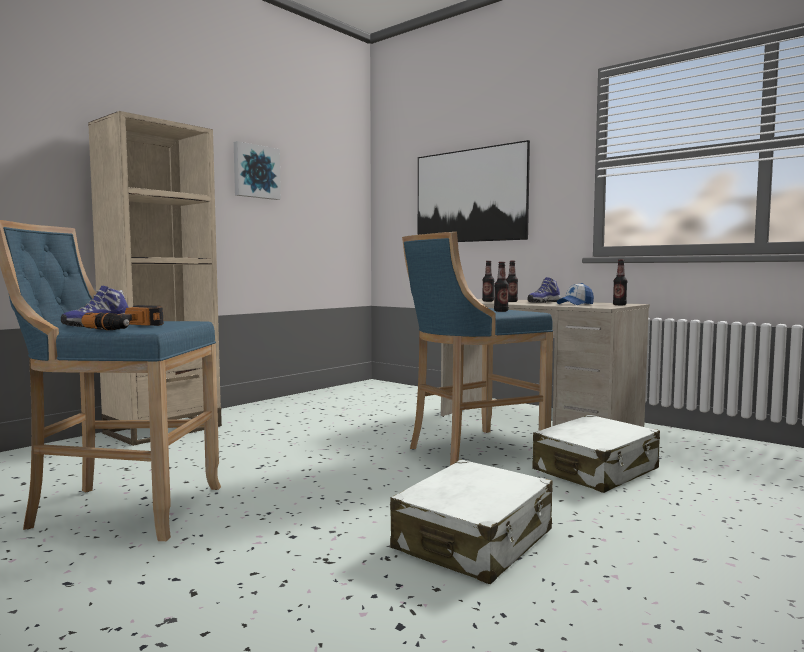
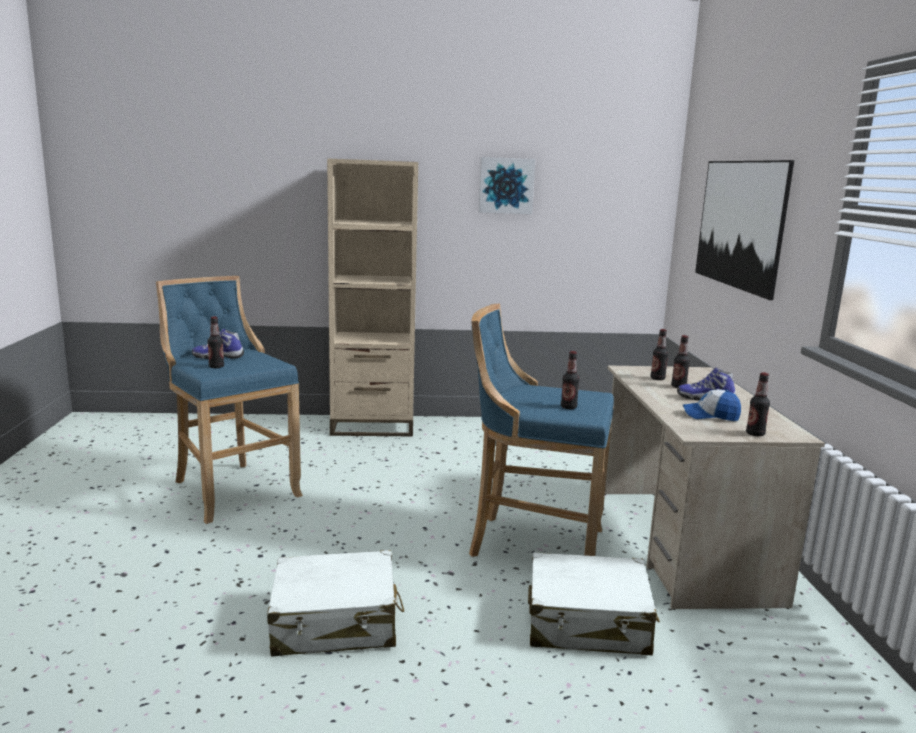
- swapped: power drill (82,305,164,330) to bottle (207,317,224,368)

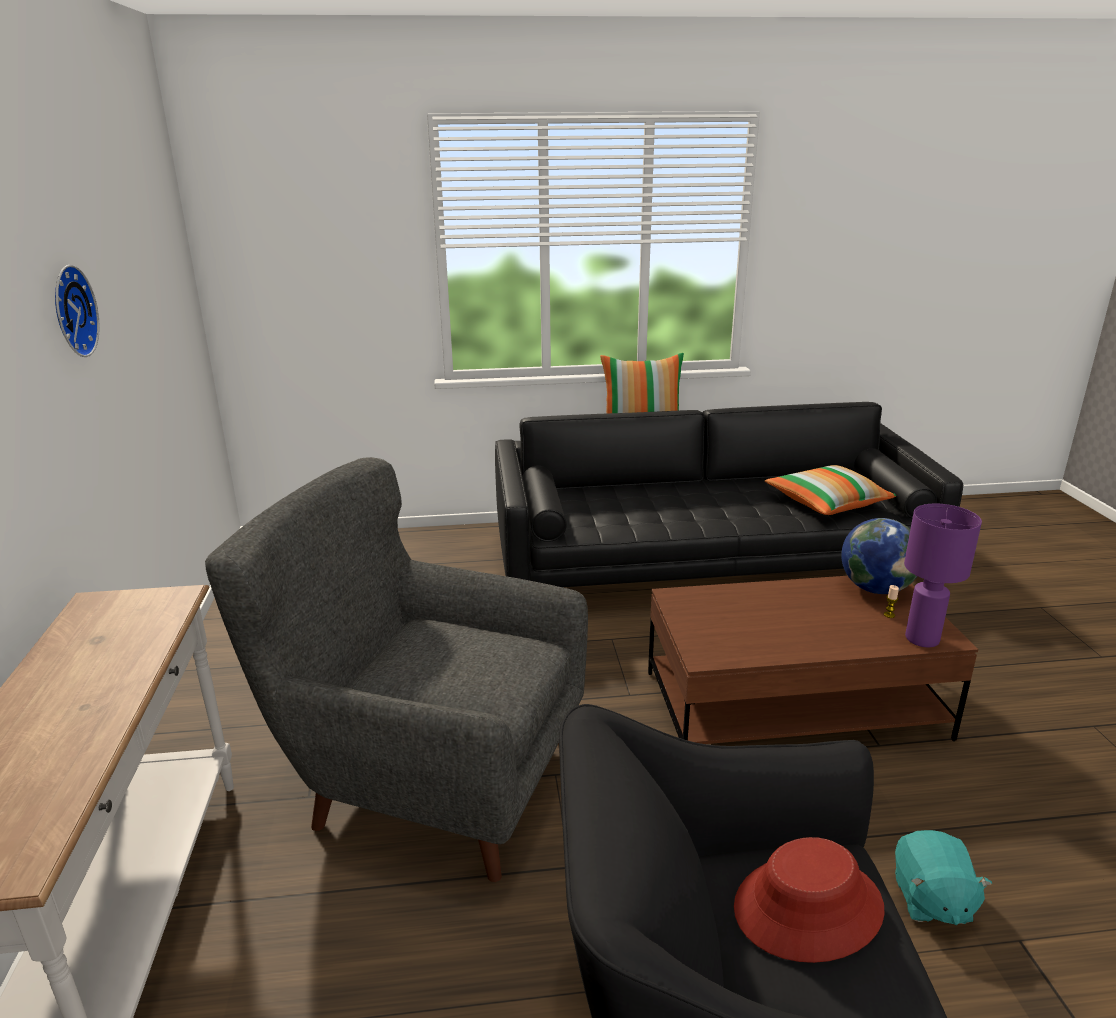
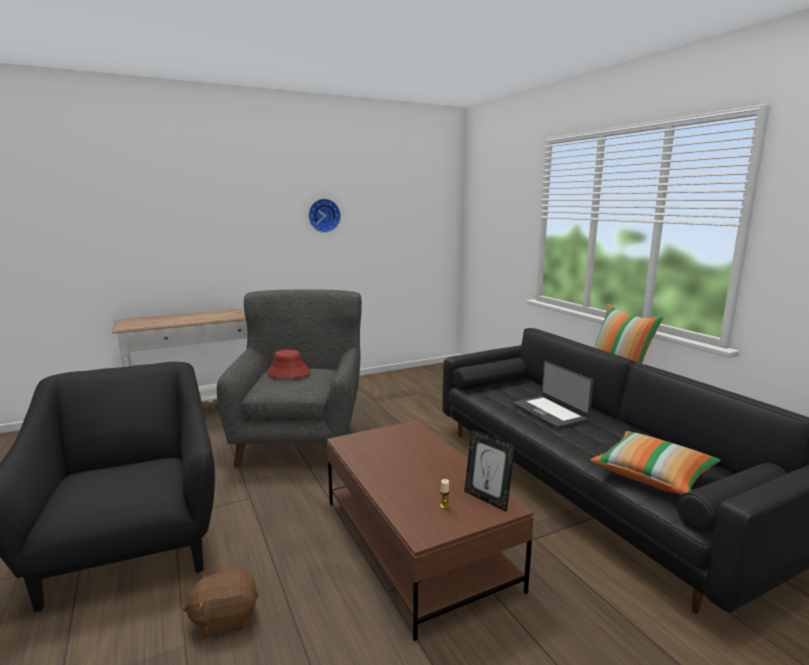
- gone: purple table lamp (904,504,982,647)
- new: laptop (512,361,594,428)
- shifted: red hat (734,837,885,963) to (267,350,310,378)
- swapped: globe (841,518,917,594) to picture frame (464,429,515,512)
- repainted: turquoise plush toy (895,830,992,925) to brown plush toy (183,568,259,638)

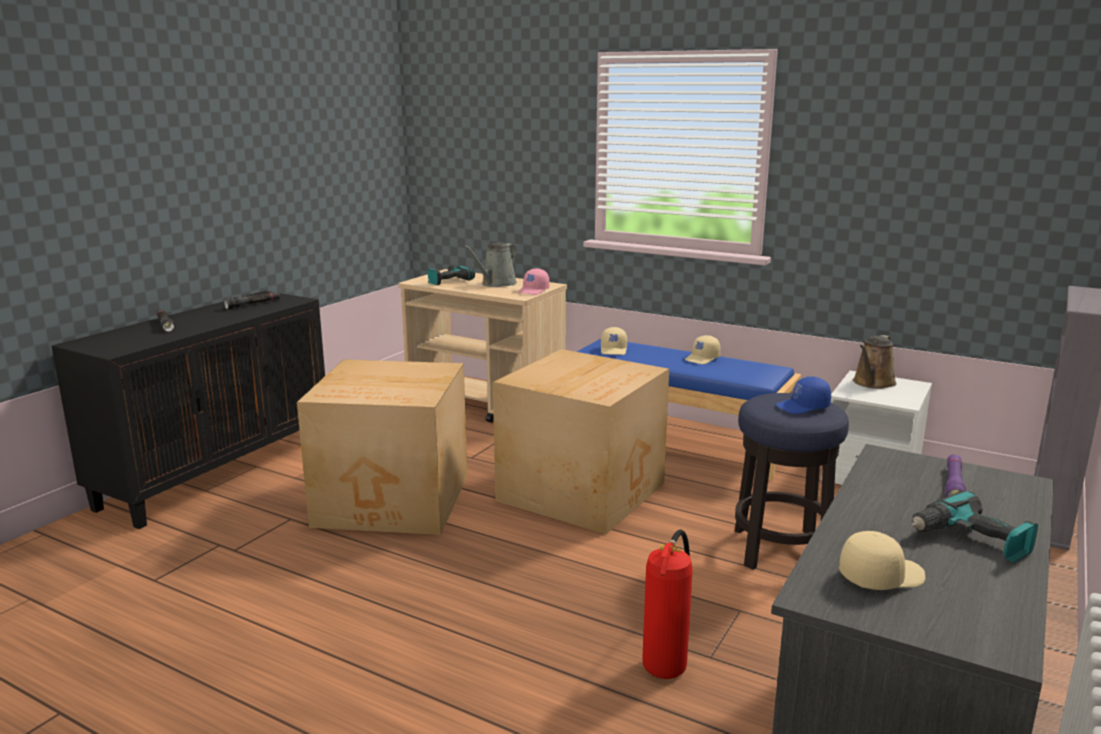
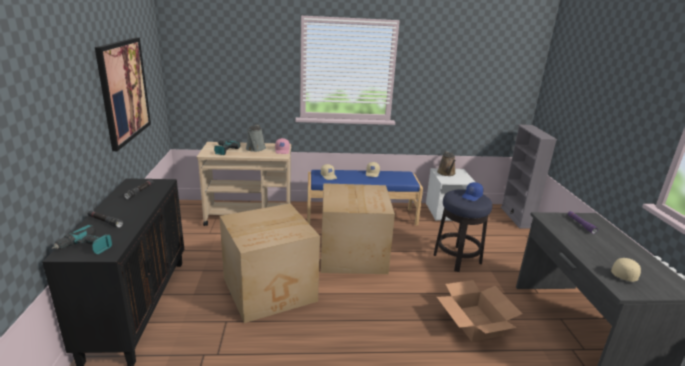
- new: picture (95,37,151,151)
- shifted: power drill (911,491,1038,563) to (51,225,112,254)
- swapped: fire extinguisher (642,530,693,679) to cardboard box (437,280,522,342)

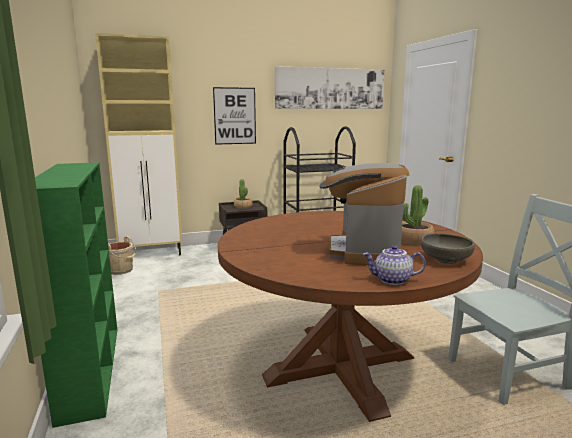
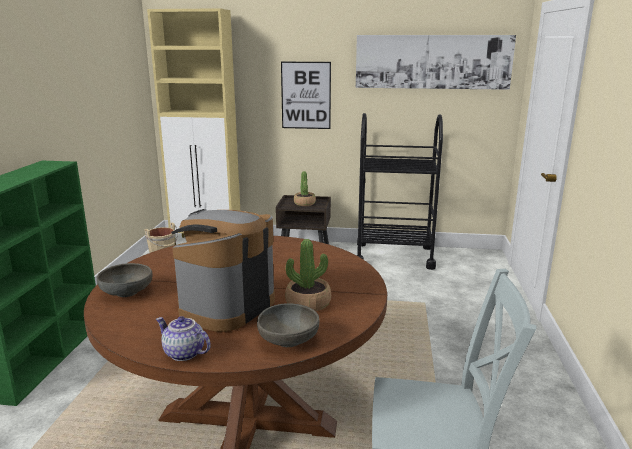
- new: grey bowl (96,263,152,297)

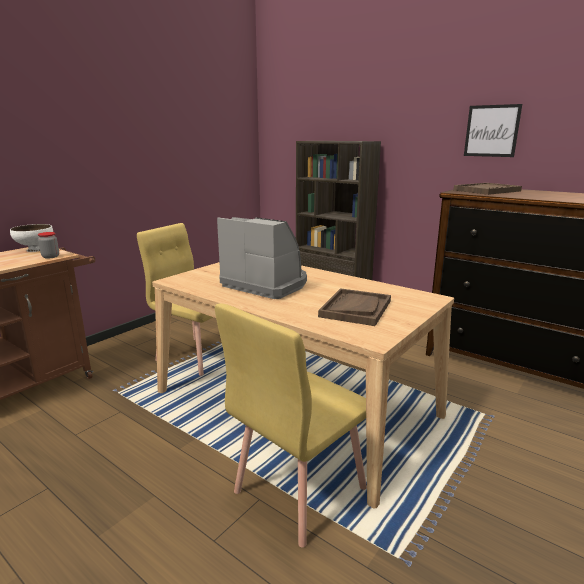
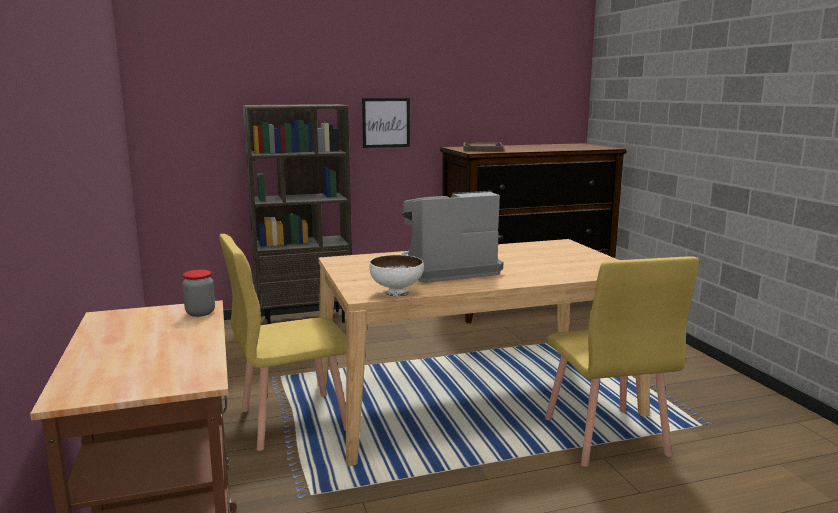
- gone: brown tray (318,288,391,326)
- shifted: white bowl (10,224,53,252) to (369,255,424,297)
- shifted: picture (464,104,522,157) to (362,98,410,148)

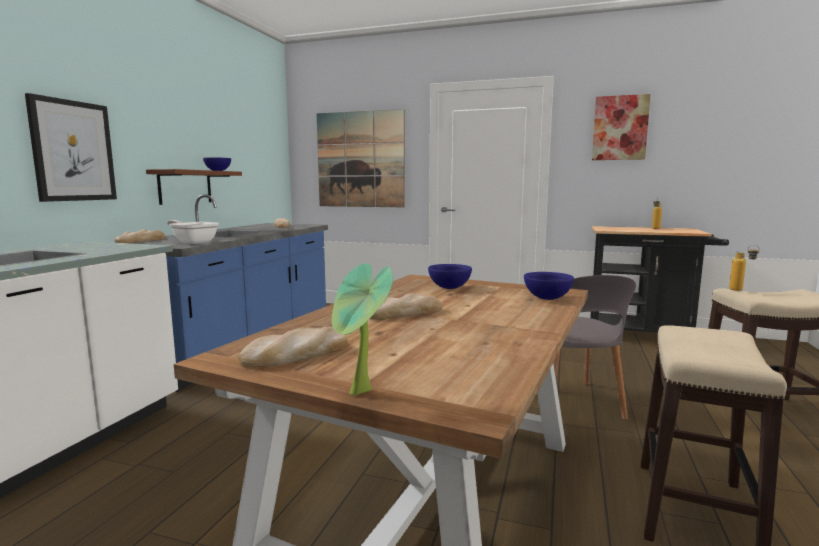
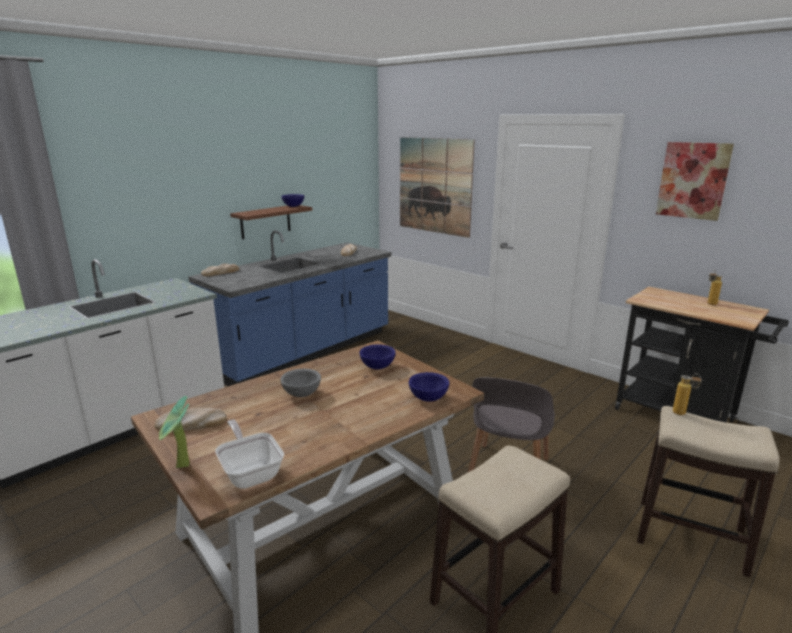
- gone: picture (25,93,117,202)
- shifted: frying pan (167,220,219,244) to (215,419,284,489)
- swapped: bread (370,293,442,320) to grey bowl (280,369,321,397)

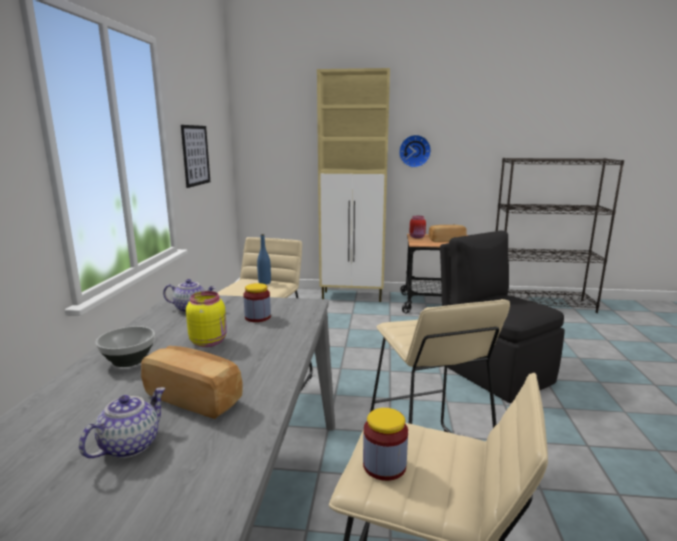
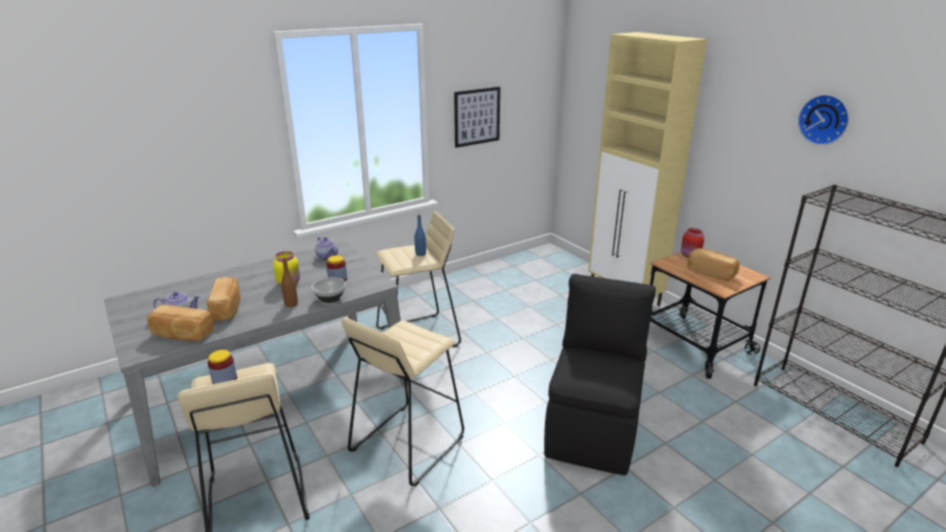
- new: bread (147,304,214,341)
- new: brown bottle (281,258,298,307)
- shifted: bowl (96,326,155,367) to (312,278,346,303)
- shifted: wall clock (399,135,431,168) to (798,94,849,145)

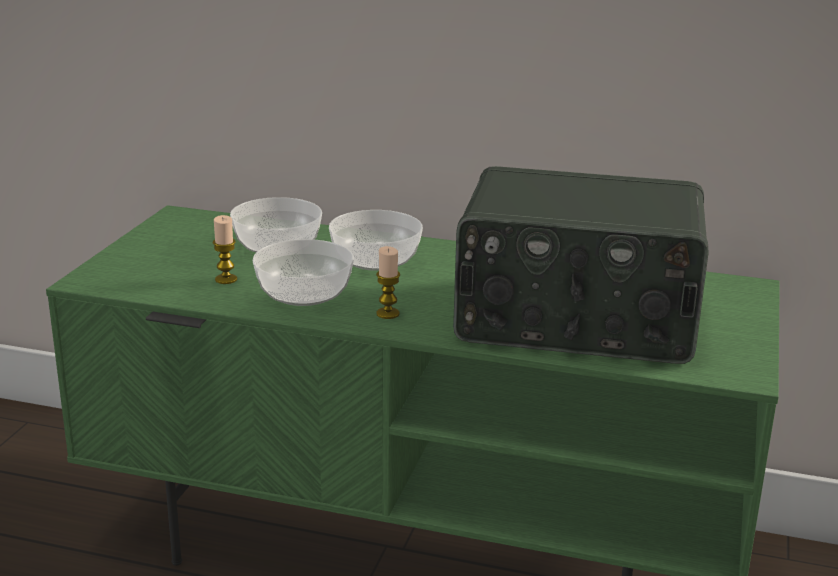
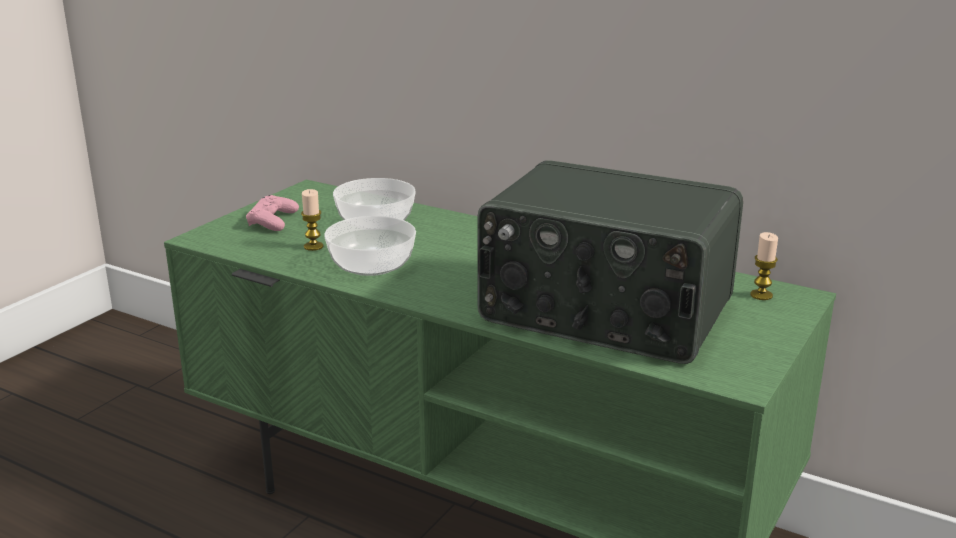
- gone: bowl (329,210,423,271)
- new: pink game controller (246,195,299,231)
- shifted: candle (376,246,400,319) to (750,232,778,300)

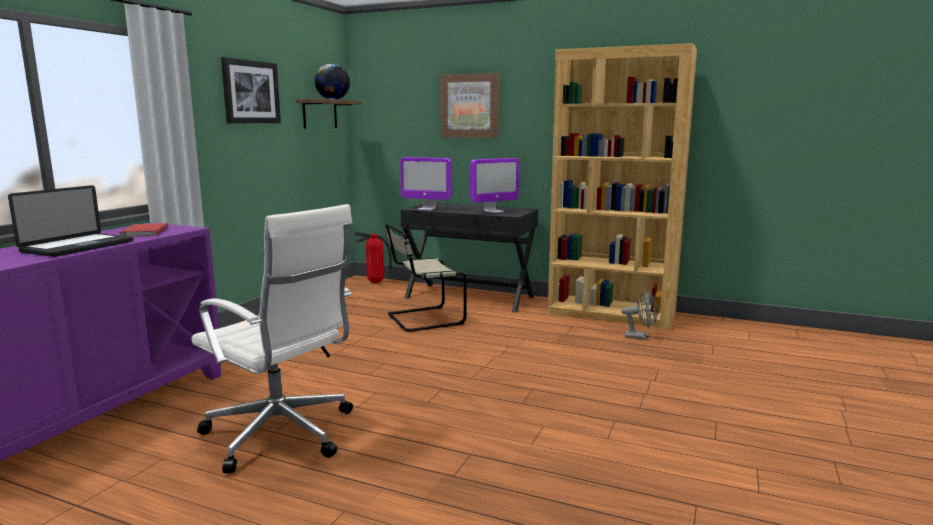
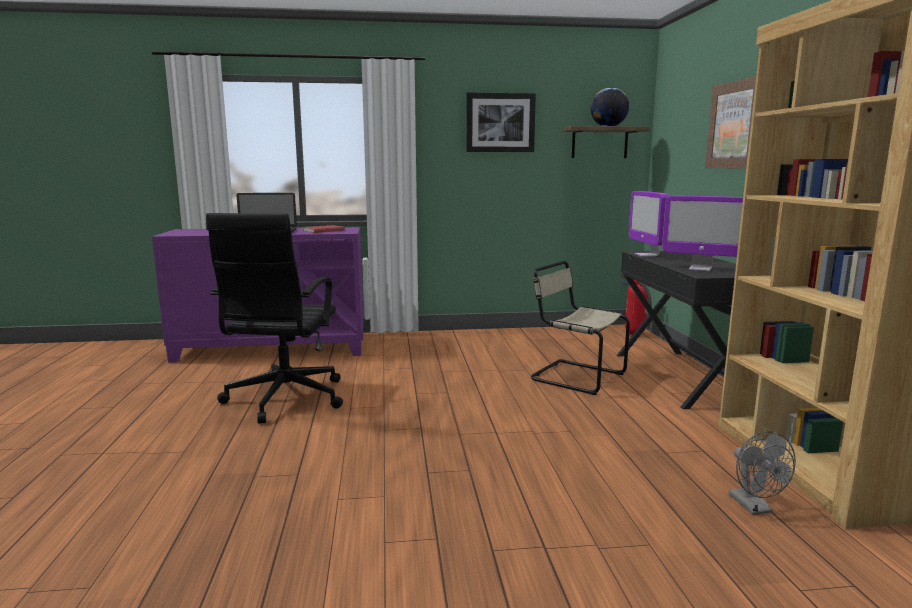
- repainted: white office chair (192,204,353,473) to black office chair (206,213,343,424)

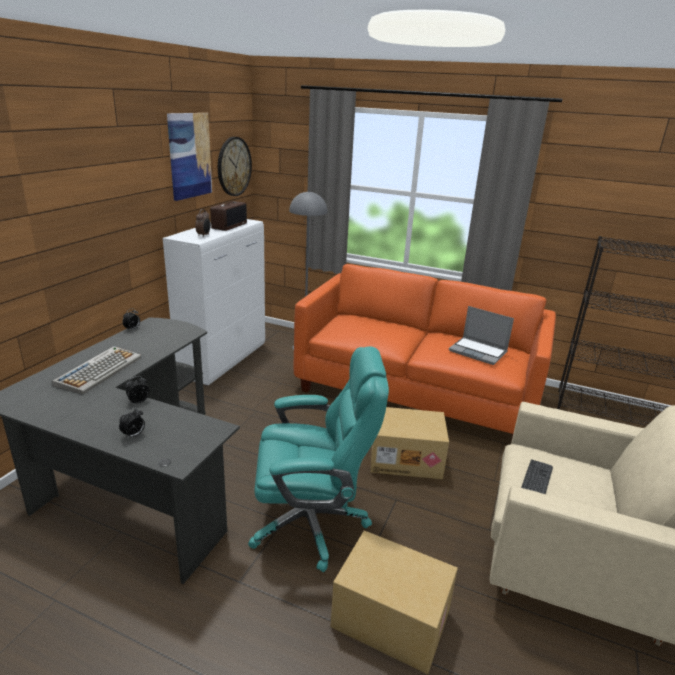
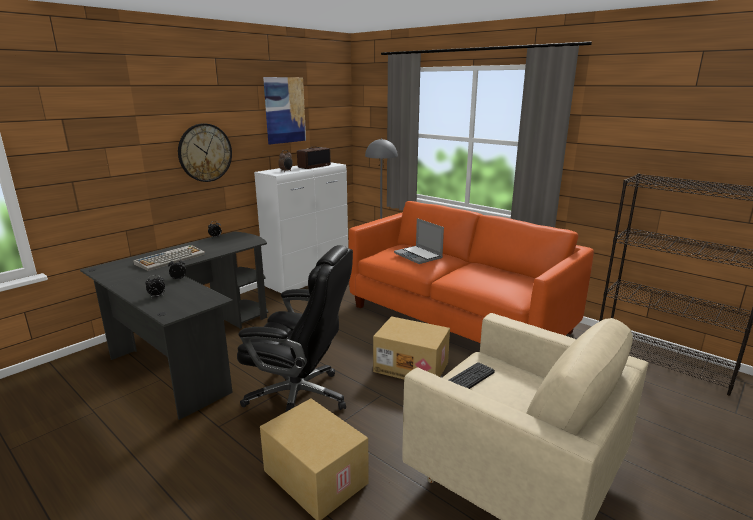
- shifted: wall clock (218,137,252,196) to (178,123,232,182)
- shifted: laptop (449,306,514,365) to (394,218,444,264)
- repainted: turquoise office chair (248,346,389,572) to black office chair (237,245,353,412)

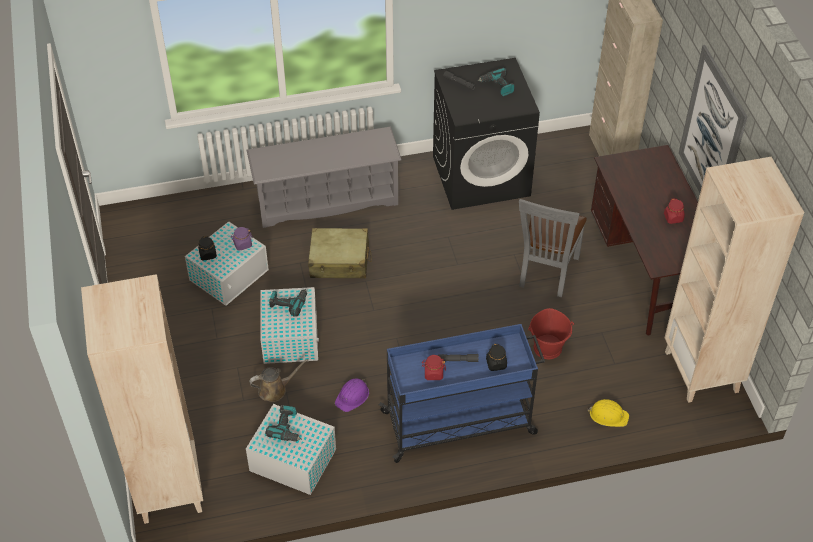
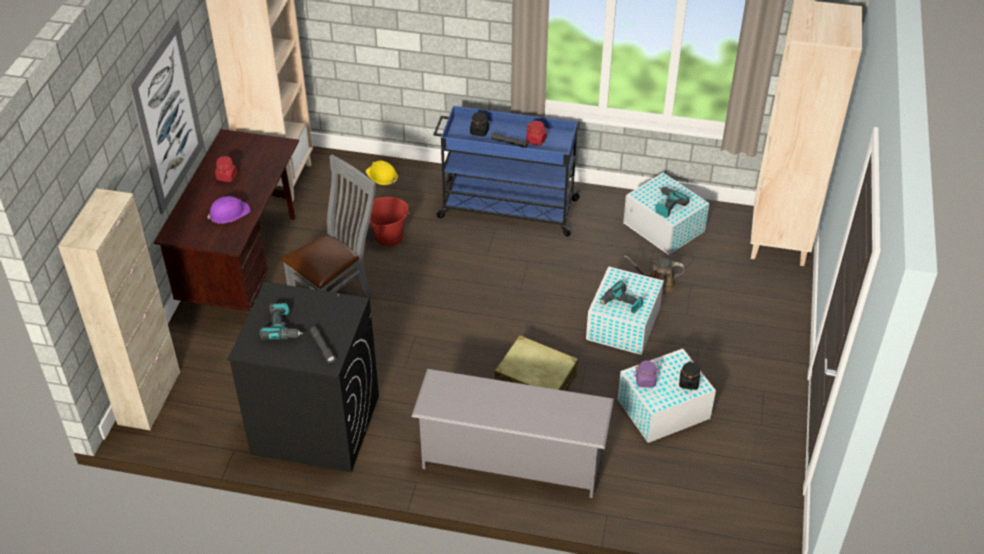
- shifted: purple hard hat (335,378,369,412) to (207,196,251,224)

